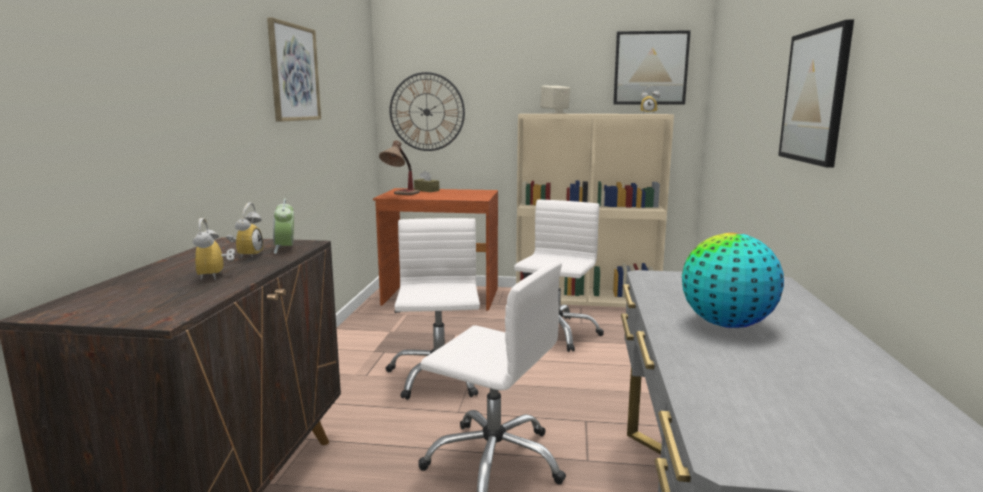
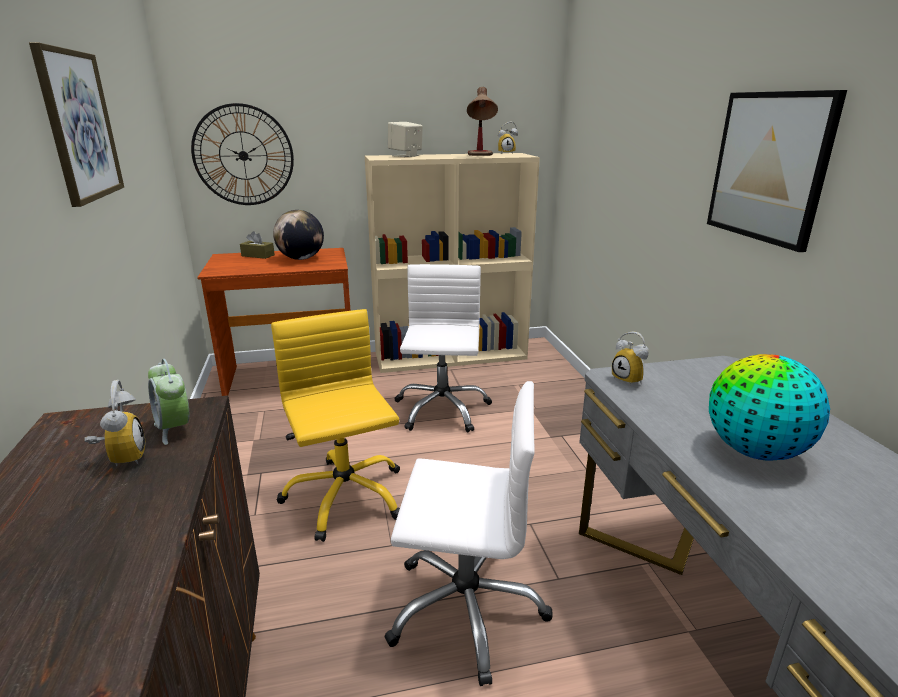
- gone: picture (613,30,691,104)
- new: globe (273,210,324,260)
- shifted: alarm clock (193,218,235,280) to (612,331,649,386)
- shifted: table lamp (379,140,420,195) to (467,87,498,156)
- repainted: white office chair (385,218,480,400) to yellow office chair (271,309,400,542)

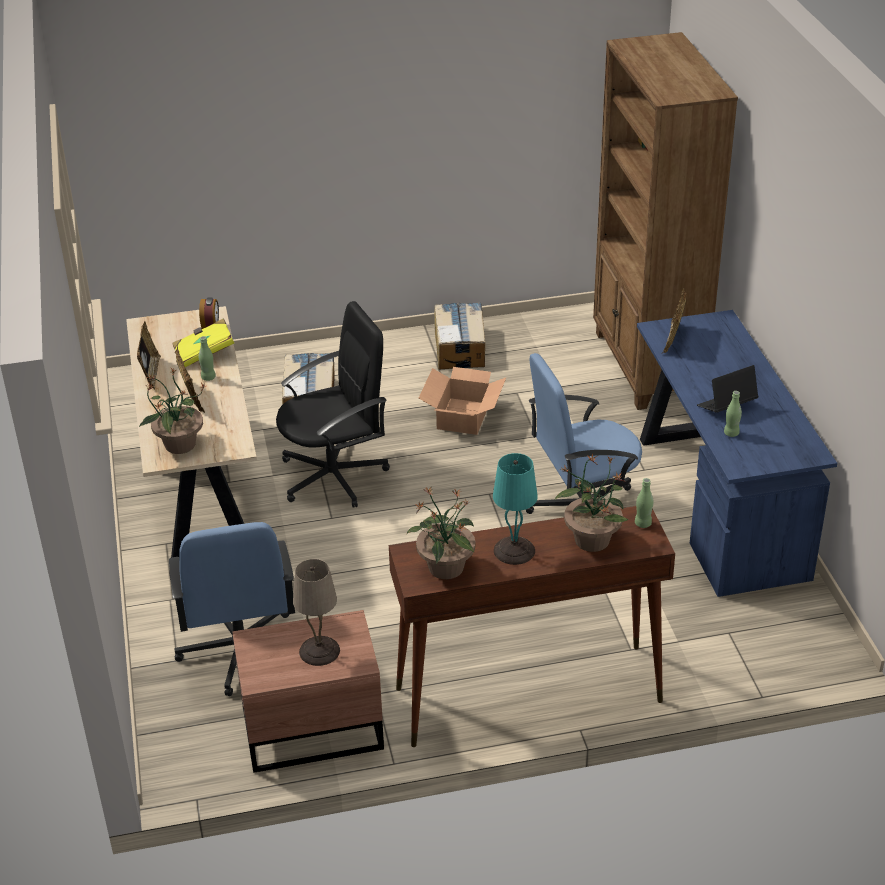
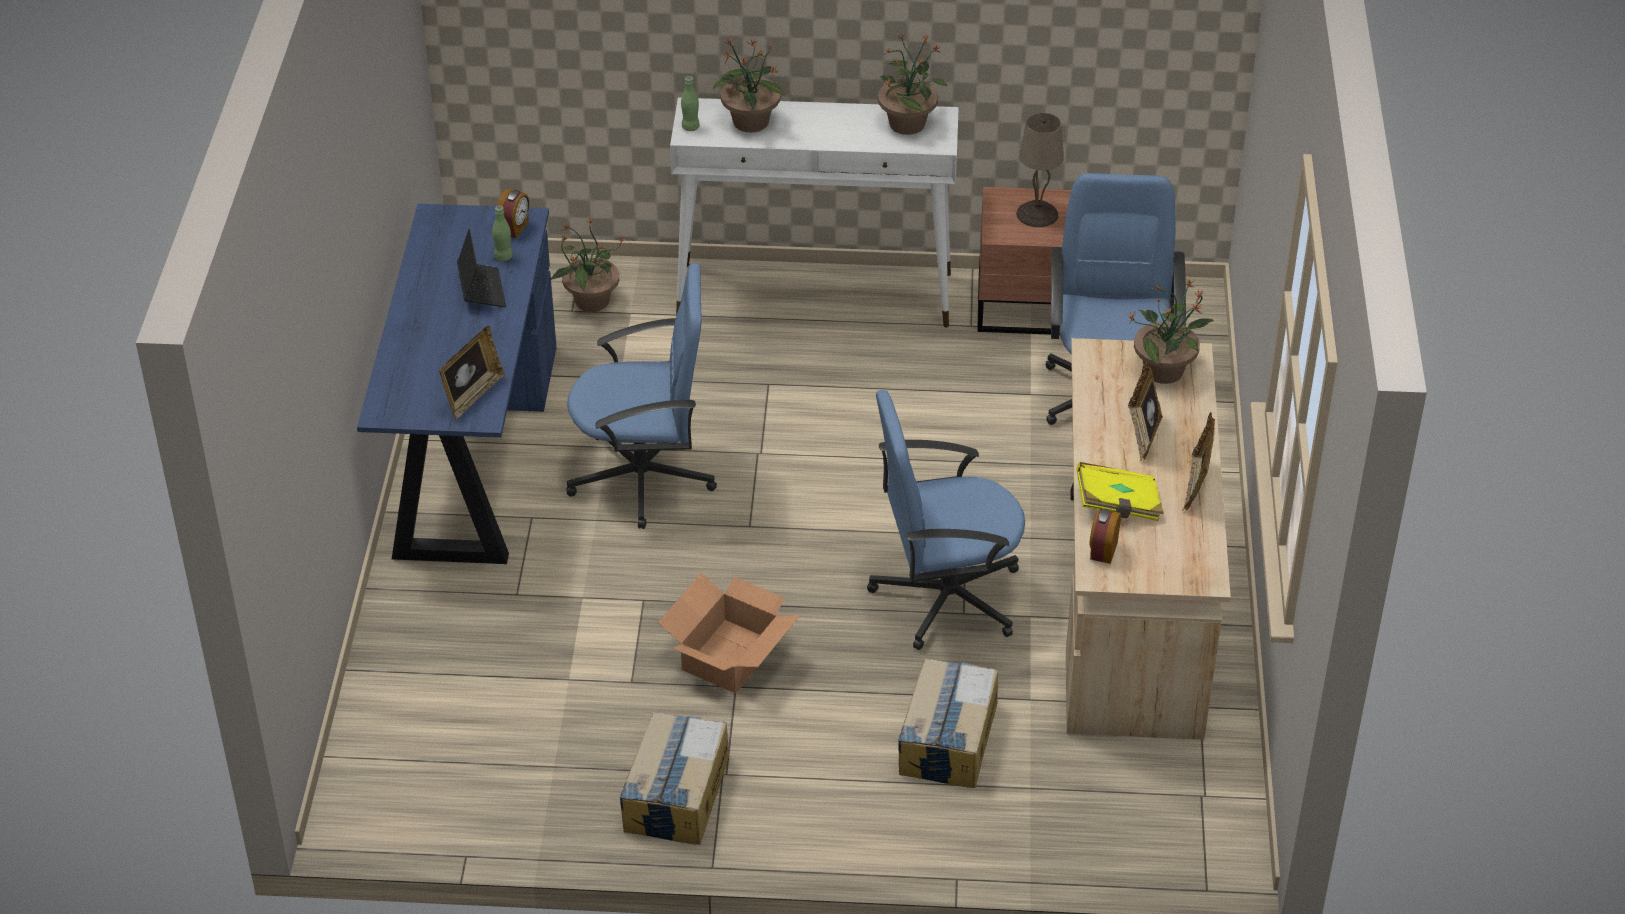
- gone: green bottle (199,336,216,381)
- gone: turquoise table lamp (493,453,538,565)
- gone: brown bookcase (593,32,738,410)
- new: alarm clock (497,189,529,238)
- new: potted plant (551,216,626,312)
- repainted: black office chair (276,301,390,508) to blue office chair (867,390,1025,650)
- repainted: brown console table (389,506,675,747) to white console table (670,98,959,327)
- rotated: laptop (697,365,759,413) = (457,229,506,307) 90 degrees counterclockwise

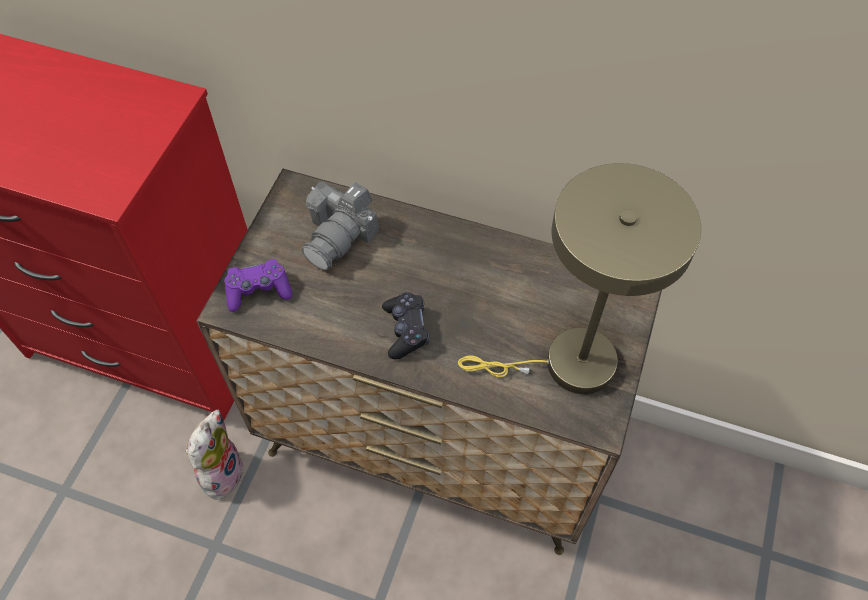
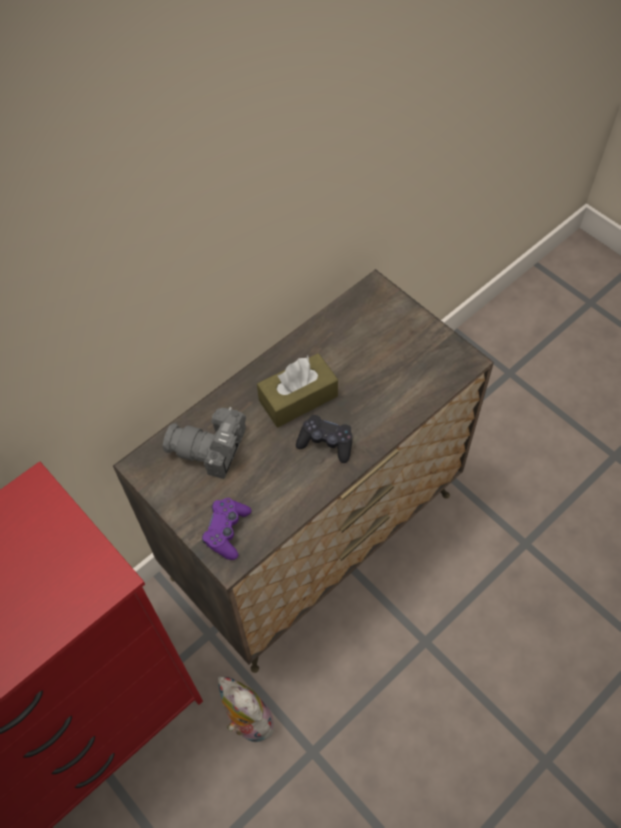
- gone: beige table lamp (458,163,701,394)
- new: brown tissue box (257,353,338,427)
- rotated: photo camera (302,182,379,270) = (163,407,246,479) 135 degrees clockwise

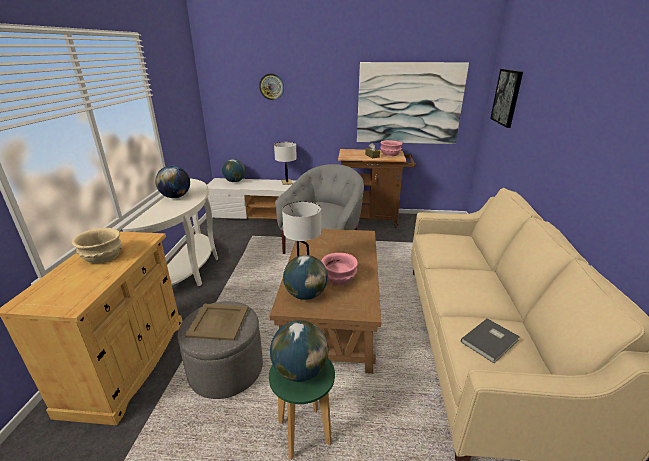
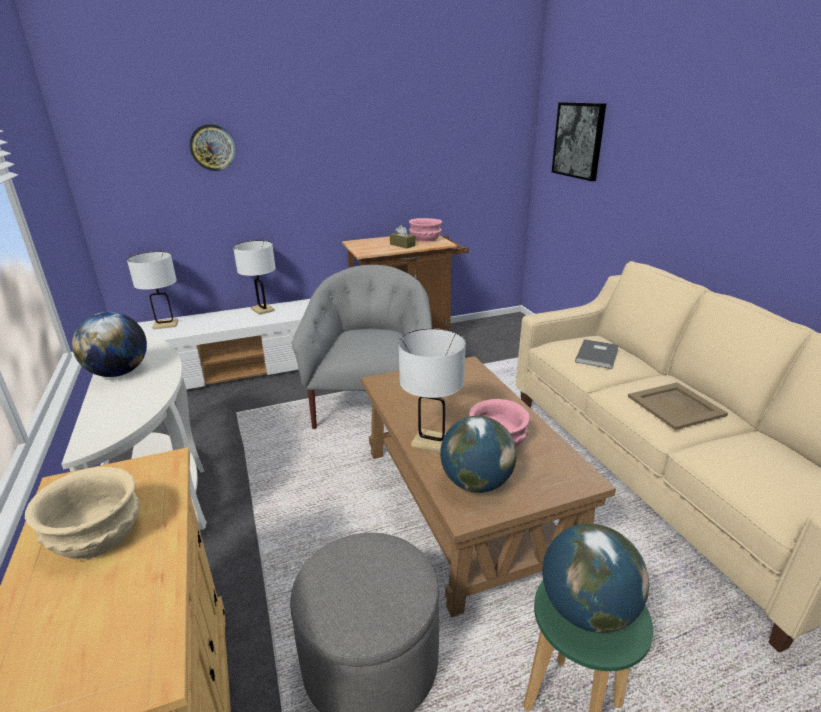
- gone: picture (357,62,469,144)
- shifted: beige tray (185,303,248,341) to (628,383,728,430)
- shifted: grey book (461,318,520,363) to (575,339,619,369)
- swapped: globe (222,159,245,182) to white table lamp (127,251,178,329)

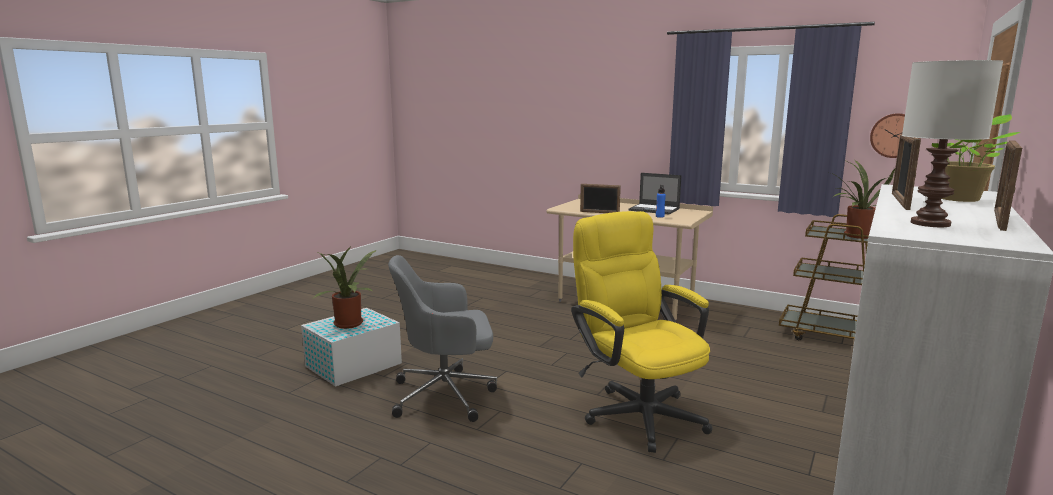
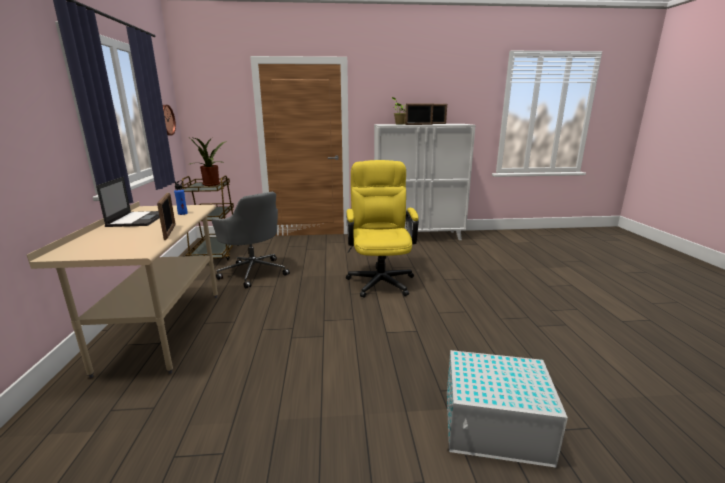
- gone: potted plant (313,245,377,329)
- gone: white table lamp (902,60,1003,227)
- shifted: grey office chair (388,255,497,422) to (212,192,290,289)
- rotated: yellow office chair (571,211,713,453) = (346,160,419,298) 150 degrees clockwise

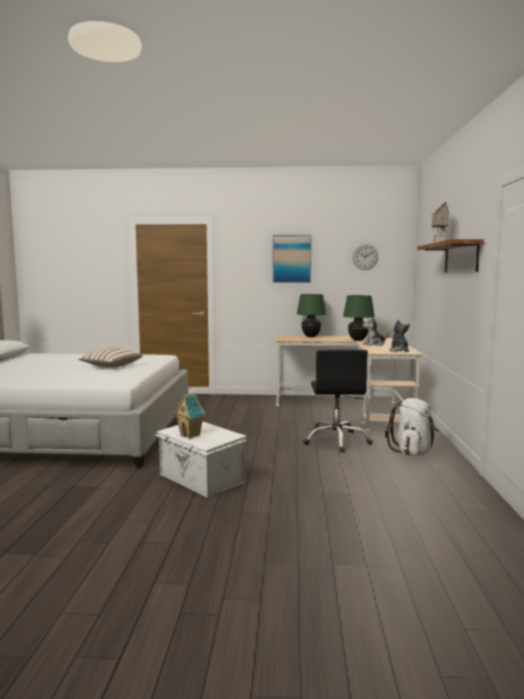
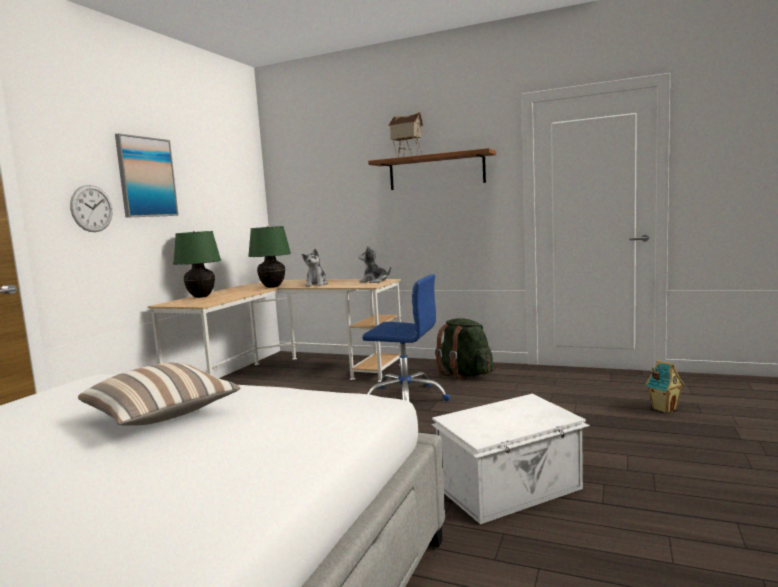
- shifted: toy house (174,393,205,438) to (645,360,685,413)
- shifted: wall clock (352,244,378,270) to (70,185,112,232)
- repainted: black office chair (303,349,373,453) to blue office chair (362,274,450,401)
- repainted: white backpack (385,398,439,456) to green backpack (435,318,493,380)

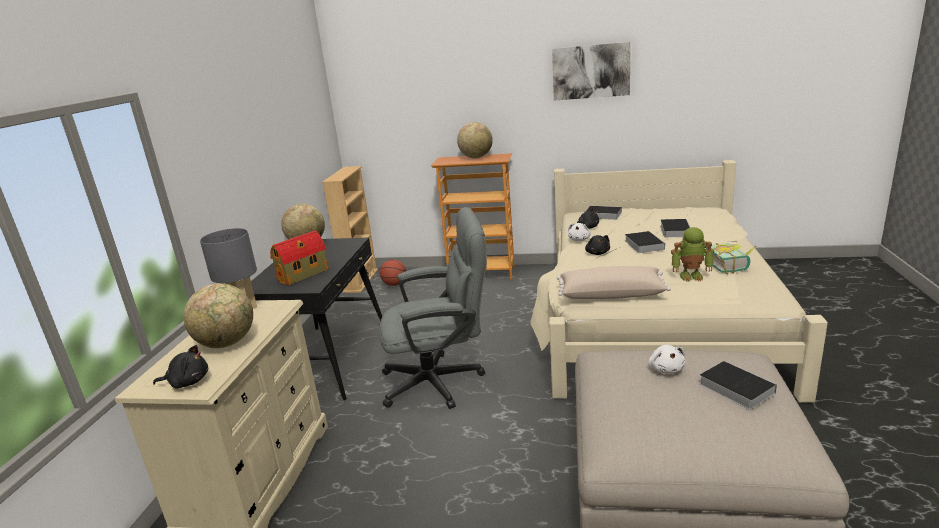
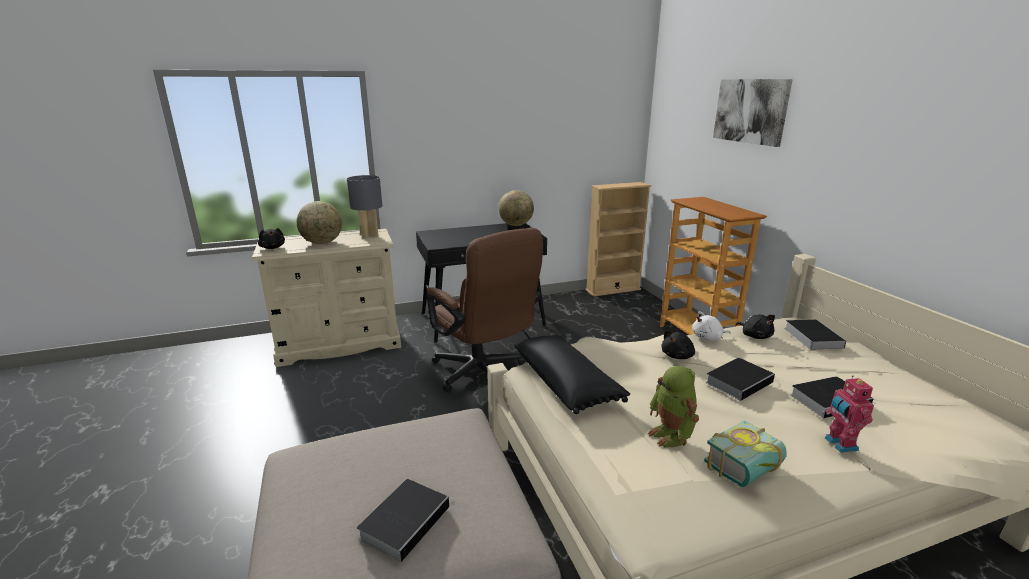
- gone: toy house (270,231,328,285)
- gone: basketball (380,259,406,286)
- gone: globe (457,122,493,158)
- gone: white plush toy (648,345,685,374)
- new: toy robot (825,375,874,453)
- shifted: picture (552,42,631,100) to (713,79,793,147)
- repainted: grey office chair (379,207,487,409) to brown office chair (427,228,543,392)
- repainted: beige pillow (557,266,671,299) to black pillow (515,335,630,414)

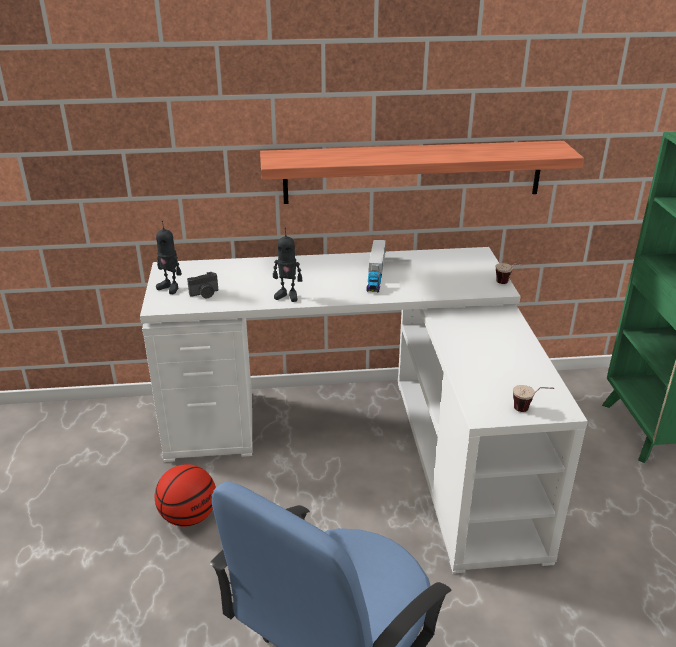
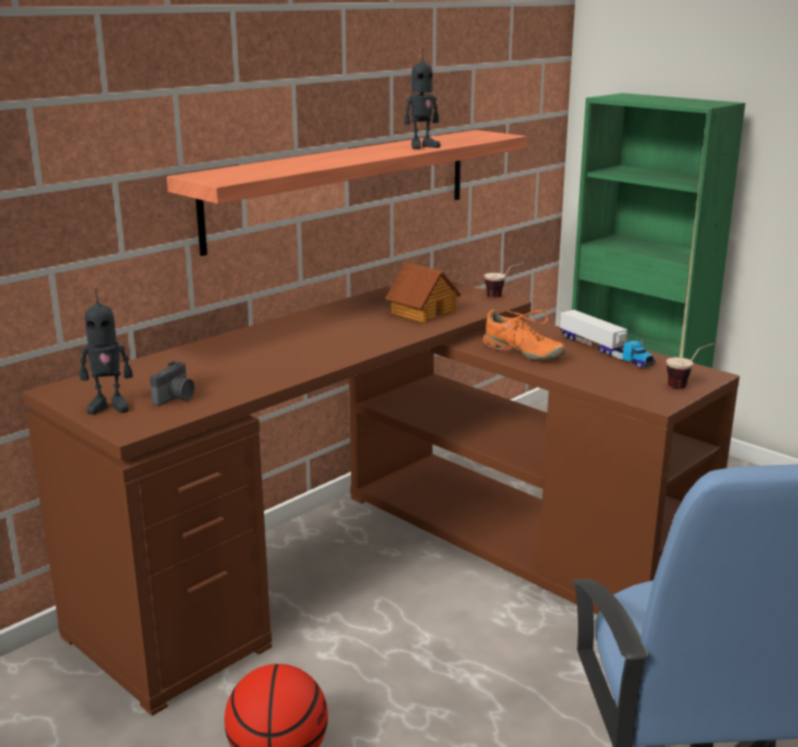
- new: toy house (385,262,461,323)
- new: orange shoe (483,309,566,360)
- shifted: toy robot (273,228,302,302) to (404,49,440,149)
- shifted: toy truck (366,240,386,292) to (560,310,655,369)
- repainted: white desk (140,247,588,574) to brown desk (23,281,740,716)

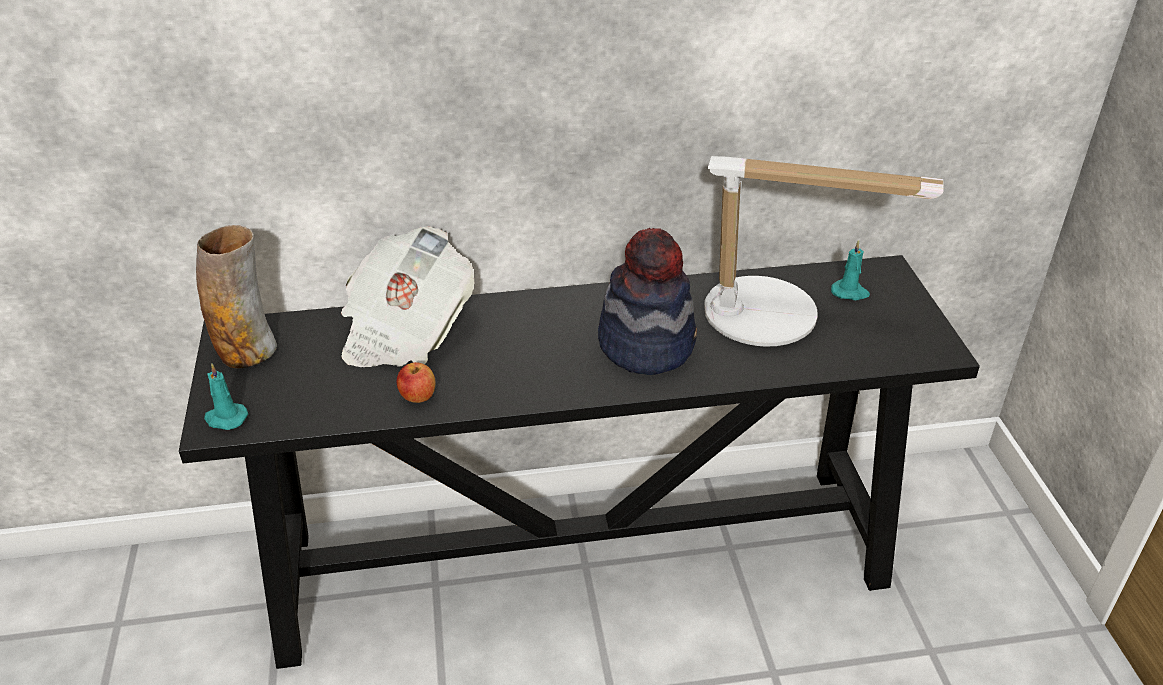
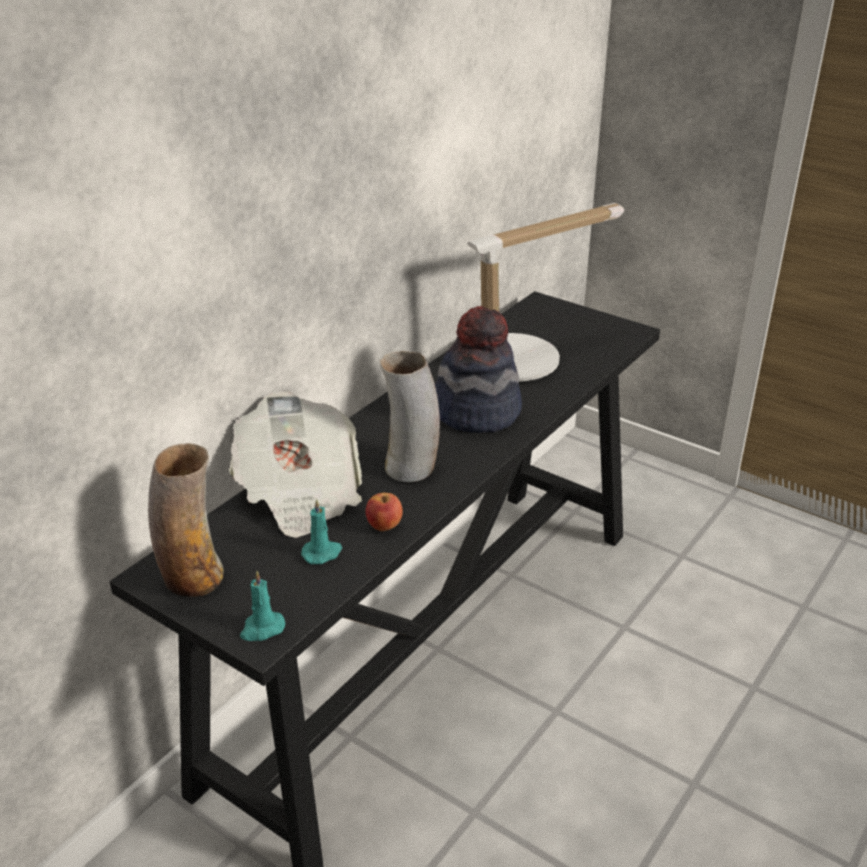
- new: vase (380,351,440,482)
- shifted: turquoise candle (831,240,870,300) to (301,499,342,564)

